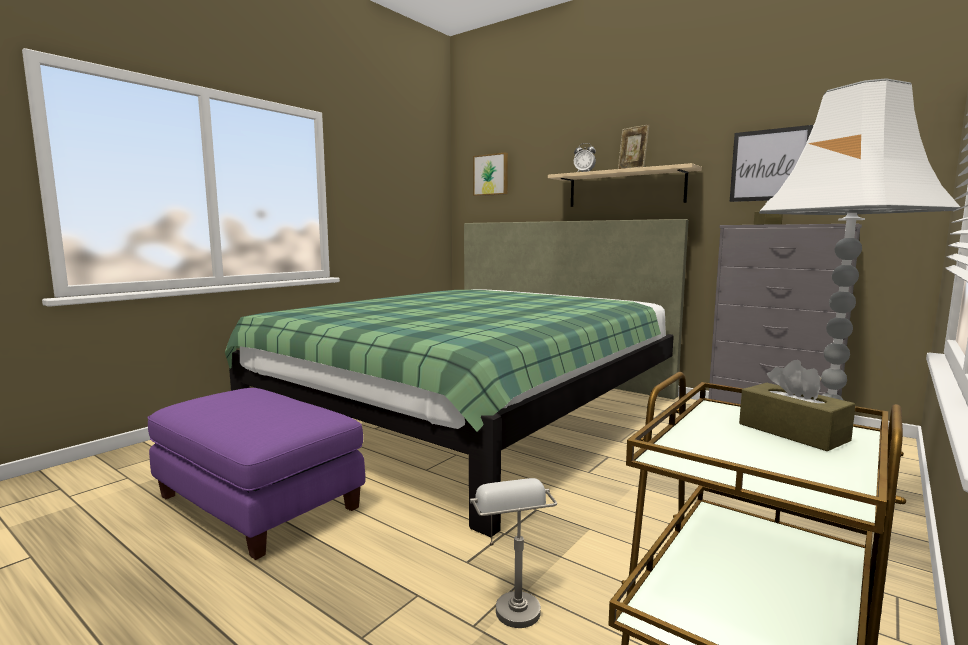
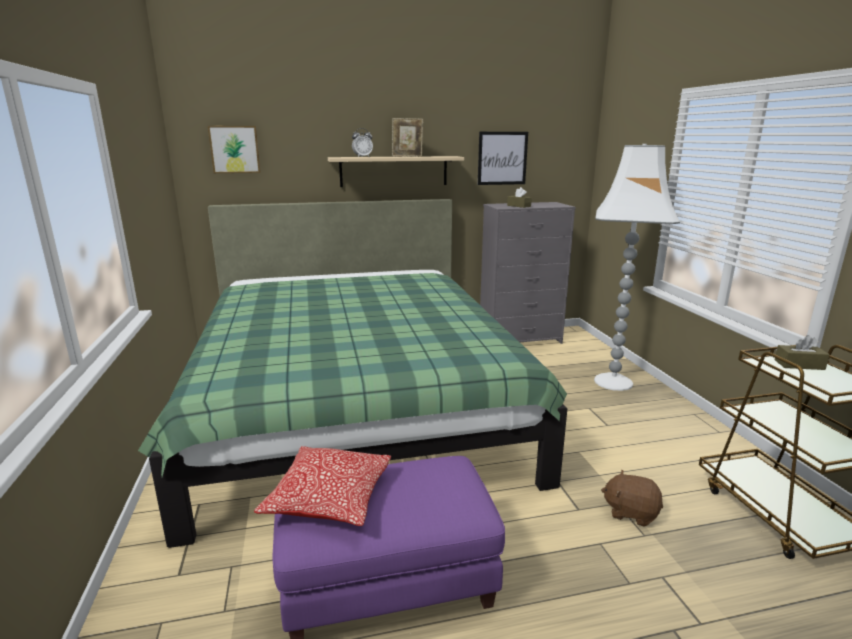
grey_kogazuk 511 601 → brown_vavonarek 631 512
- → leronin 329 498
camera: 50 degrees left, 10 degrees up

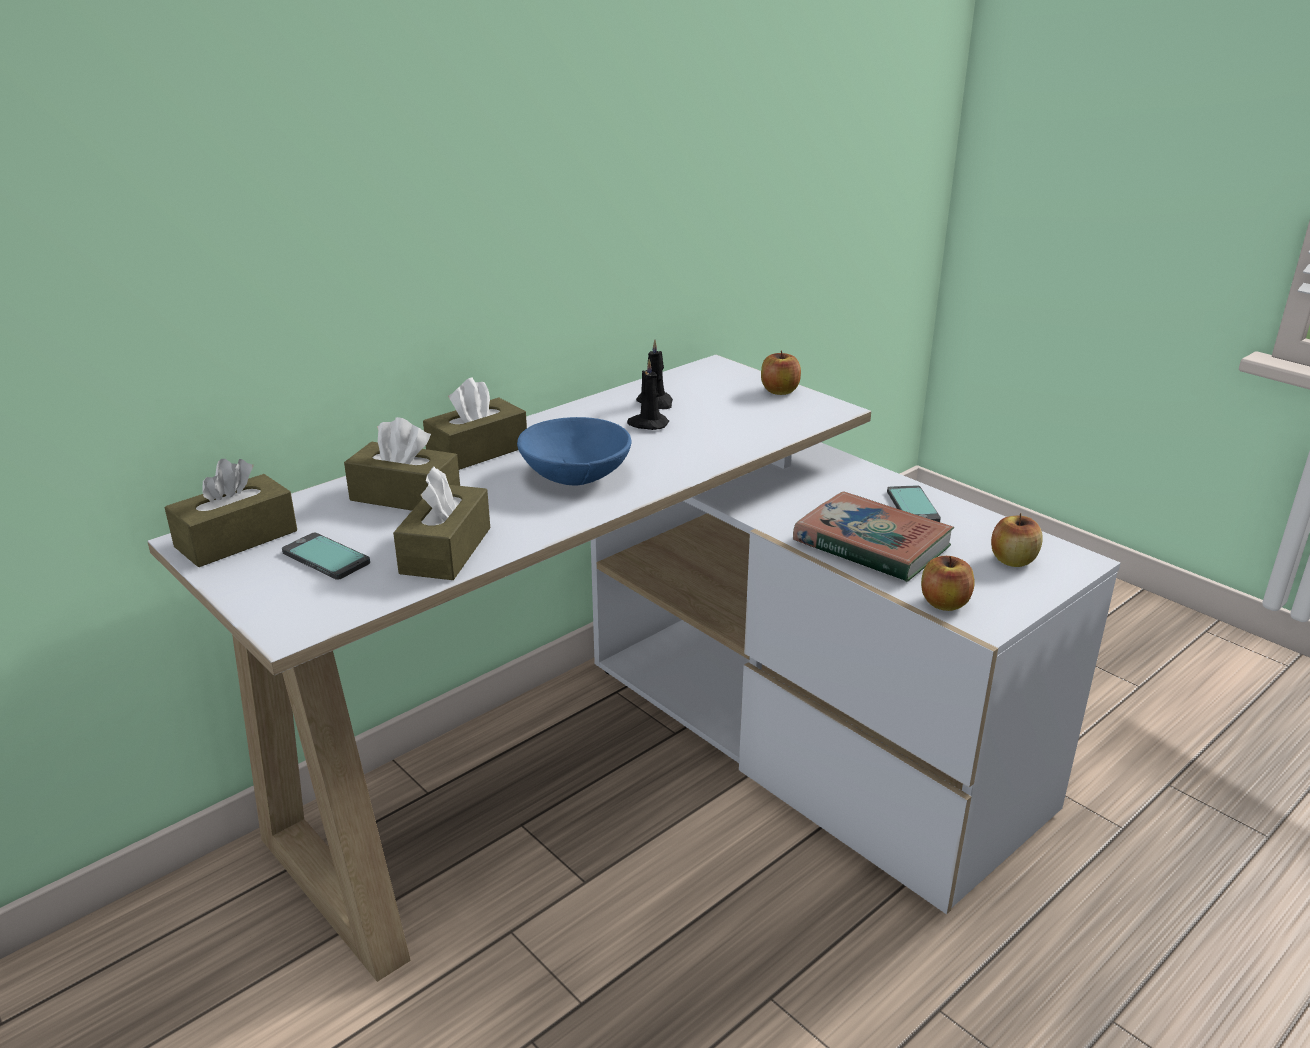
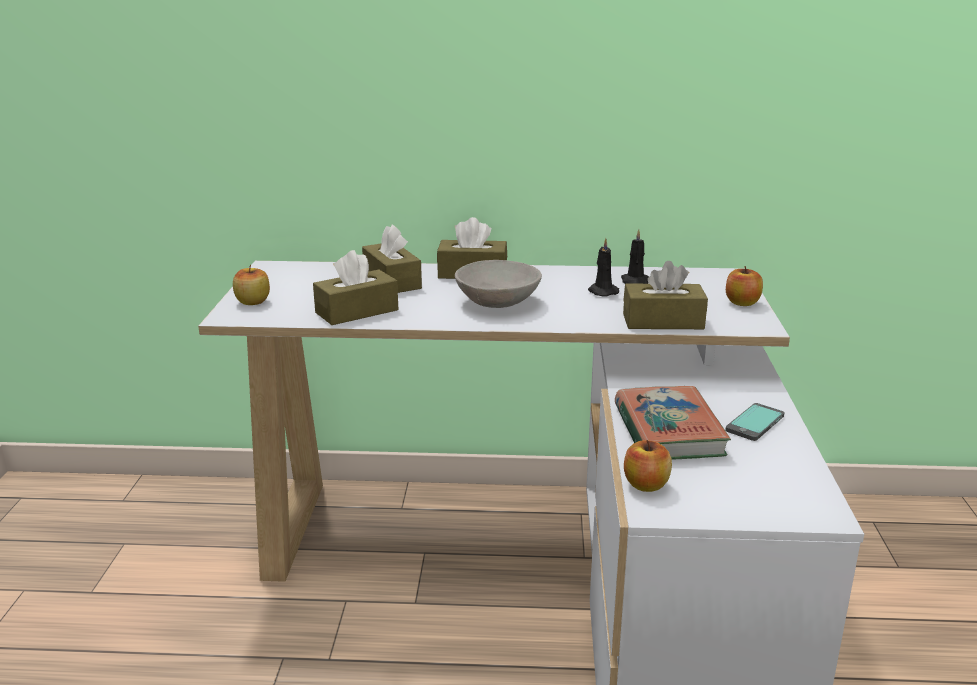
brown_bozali 236 539 → brown_bozali 663 321, moved
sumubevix 325 558 → -
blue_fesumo 575 476 → grey_fesumo 497 302
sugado 1012 560 → sugado 252 302, moved
camera: 45 degrees right, 5 degrees down

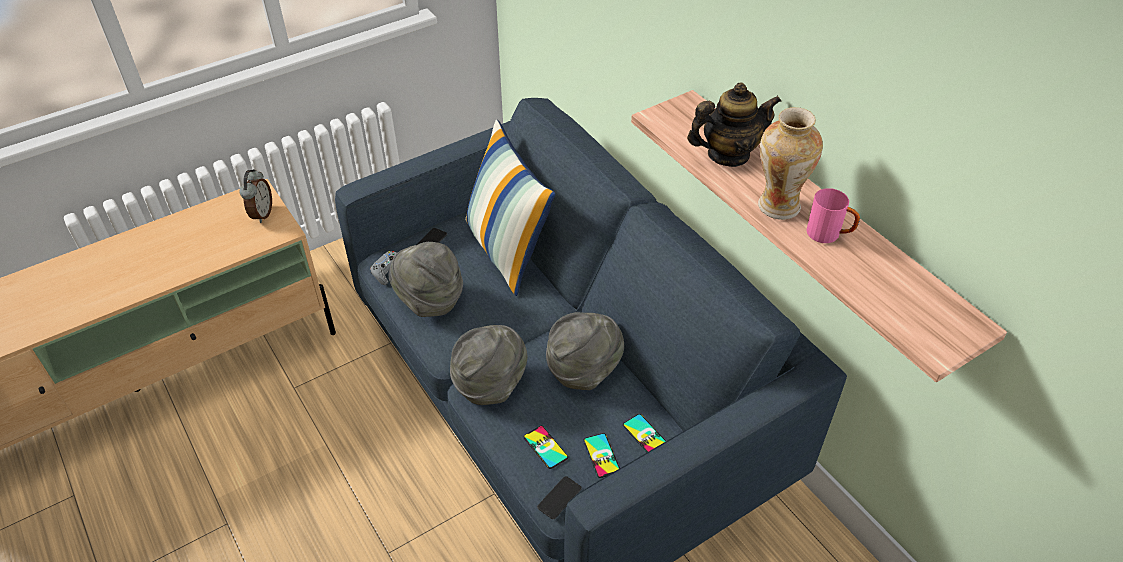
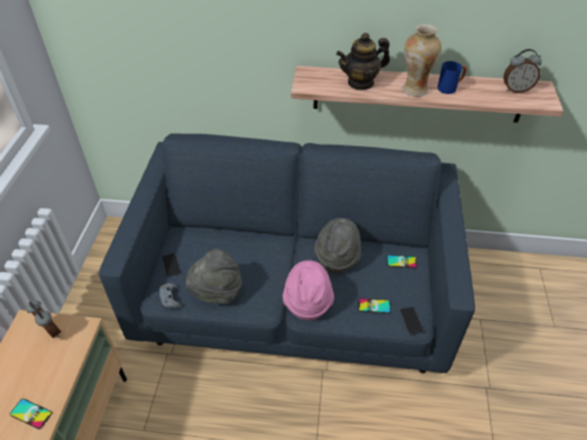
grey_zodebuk 490 383 → pink_zodebuk 307 303
leronin 508 250 → -
sumubevix 601 455 → sumubevix 31 413, moved
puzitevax 728 154 → puzitevax 361 83, 135 degrees counterclockwise
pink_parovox 829 235 → blue_parovox 450 88
- → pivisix 516 89
camera: 50 degrees left, 0 degrees up

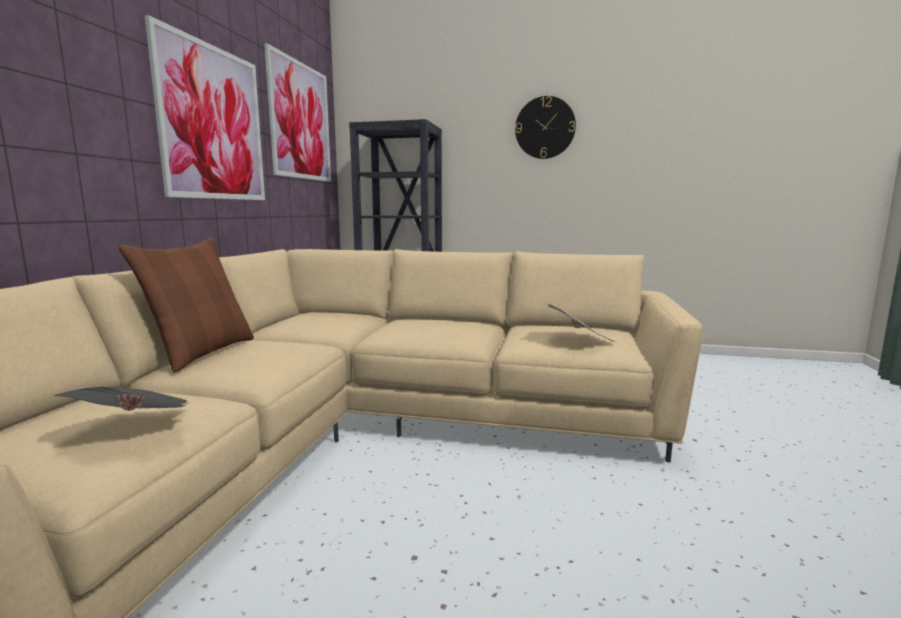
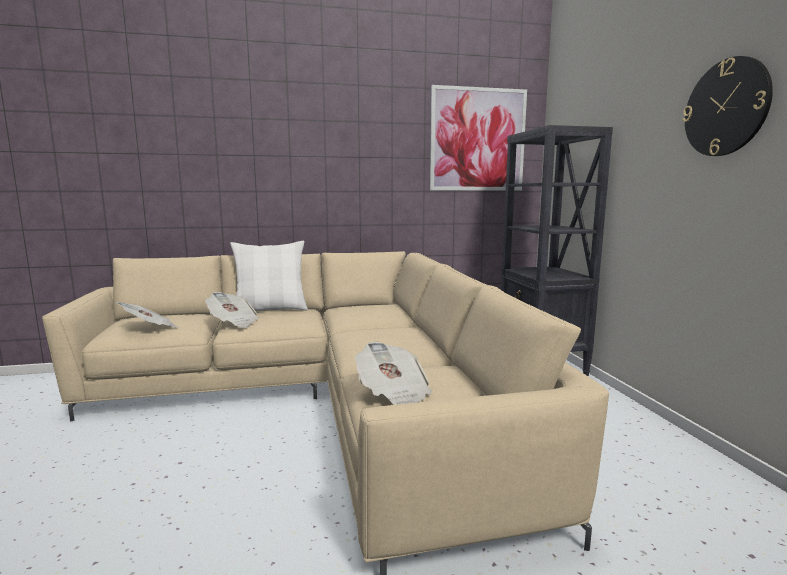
brown_leronin 202 353 → white_leronin 271 309
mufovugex 213 123 → -
- → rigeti 233 323
camera: 65 degrees right, 0 degrees up

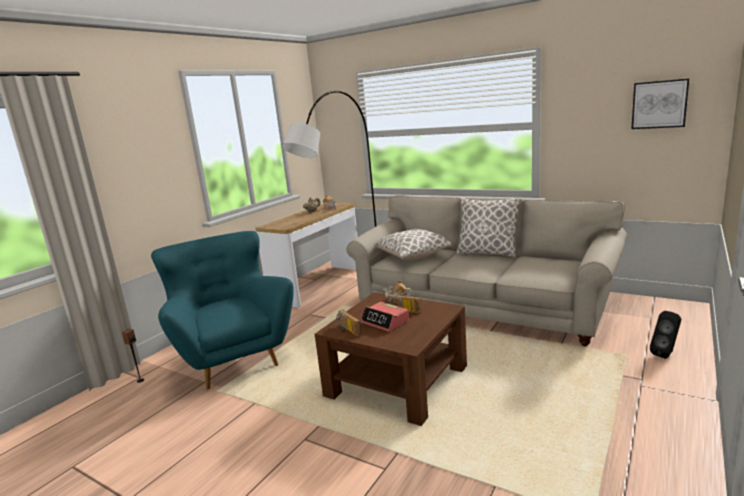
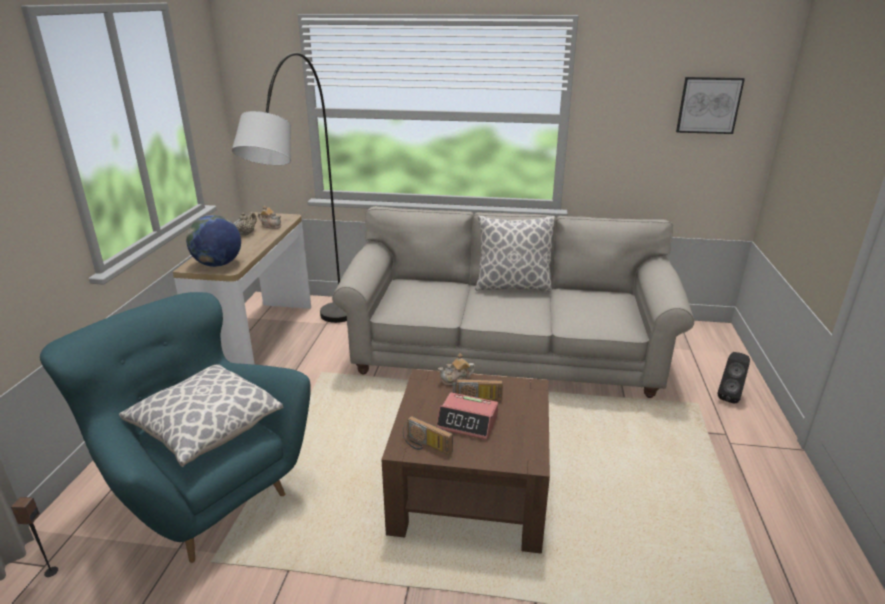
leronin 412 256 → leronin 206 430, moved
- → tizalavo 218 264
camera: 25 degrees left, 10 degrees up

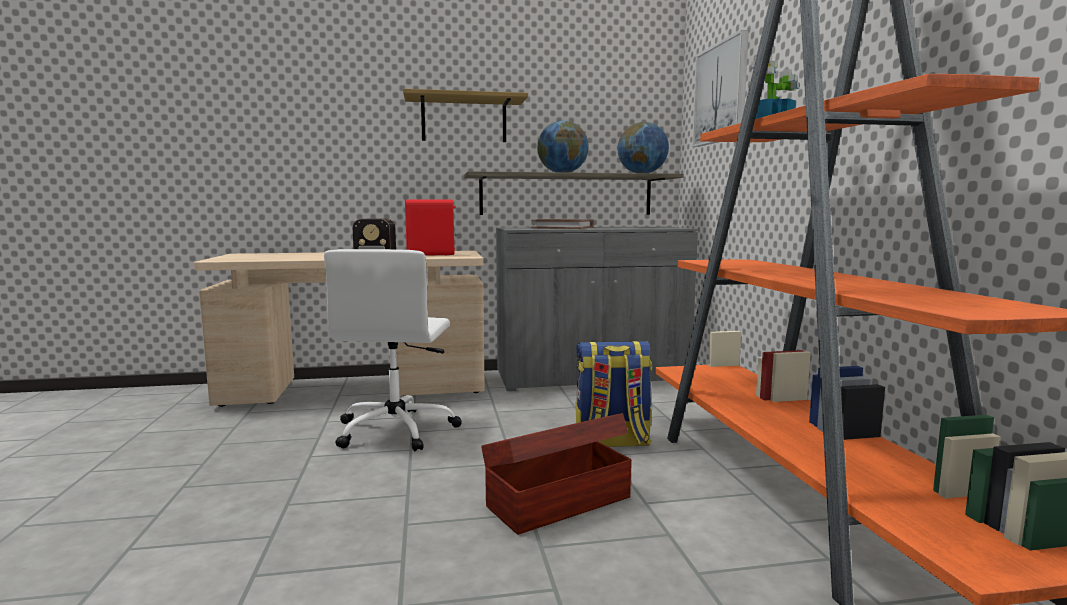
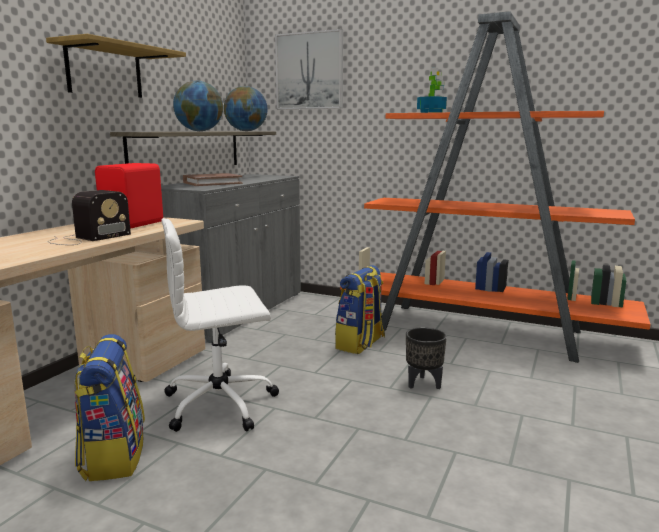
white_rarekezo 397 430 → white_rarekezo 221 403, 120 degrees clockwise
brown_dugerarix 556 501 → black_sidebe 424 384
- → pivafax 113 456
camera: 55 degrees left, 5 degrees up

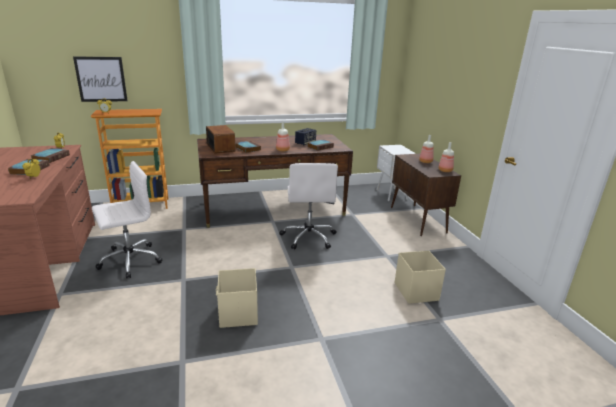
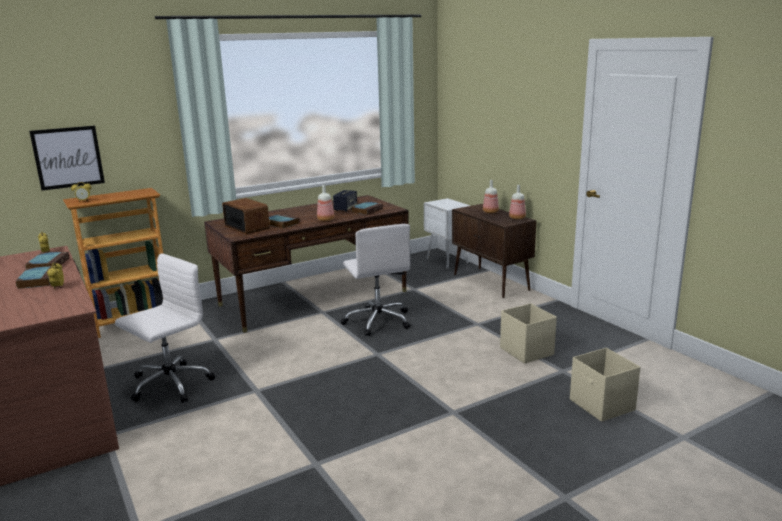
beige_dugerarix 238 314 → beige_dugerarix 602 405, moved
camera: 15 degrees left, 5 degrees down

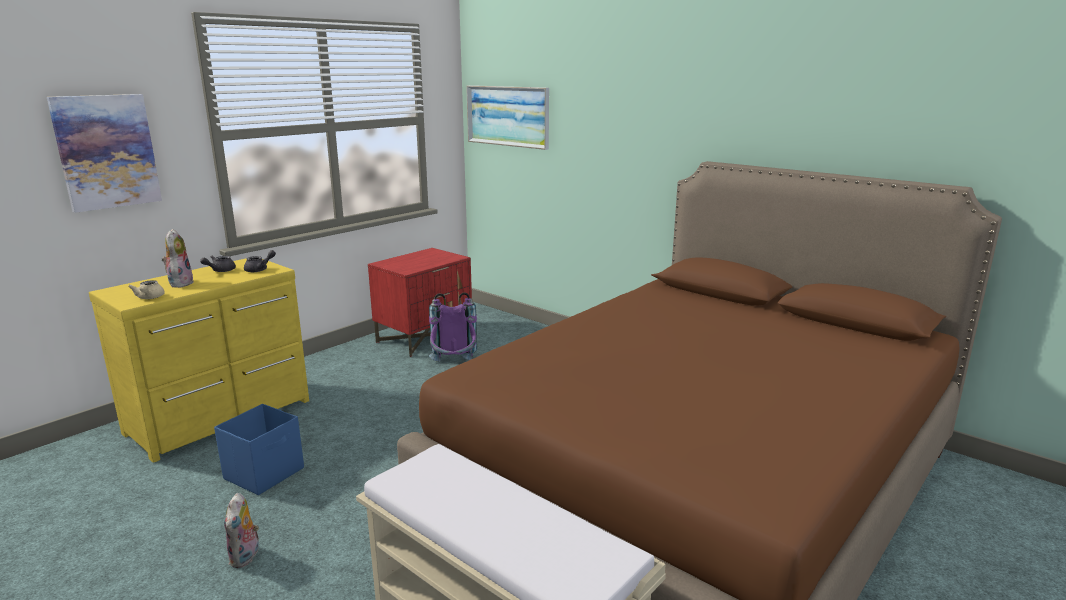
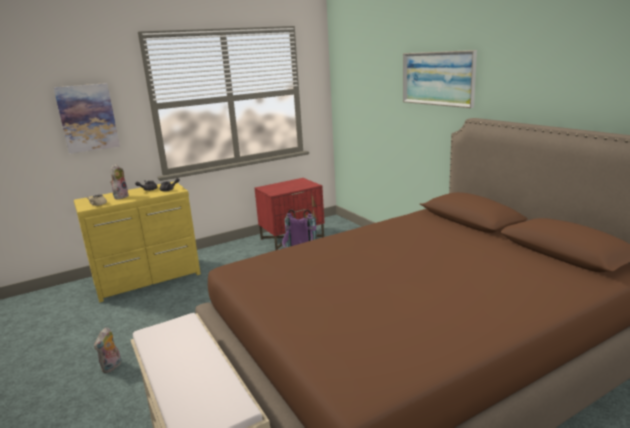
blue_dugerarix 265 473 → -
mufovugex 507 116 → mufovugex 437 78, moved
camera: 20 degrees right, 0 degrees up

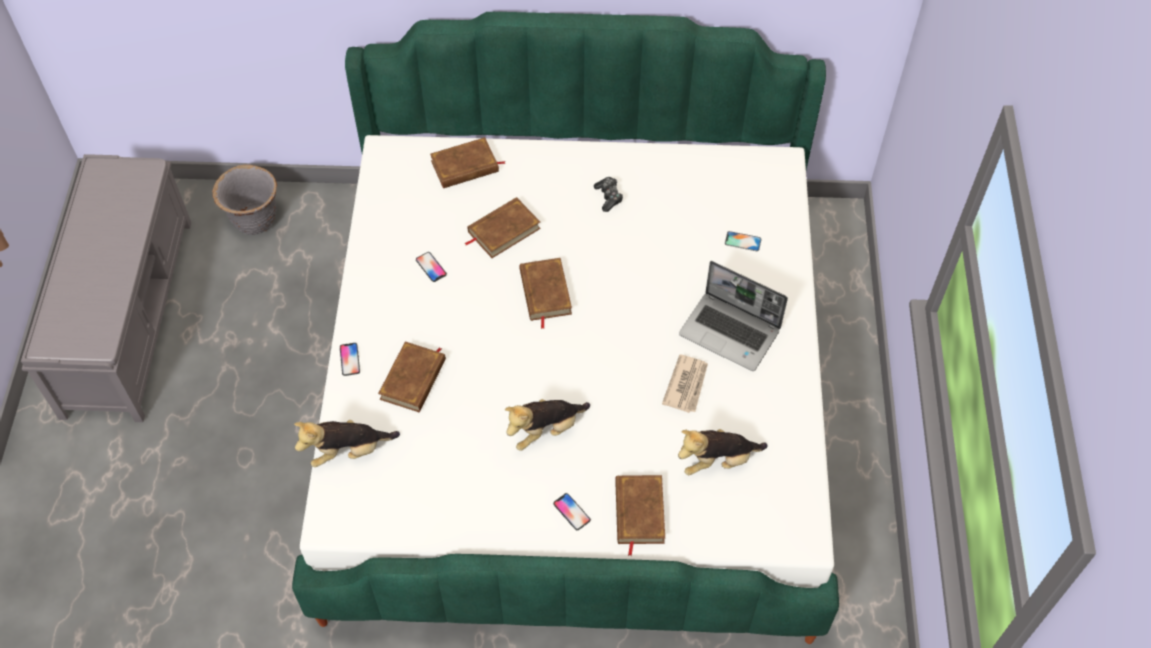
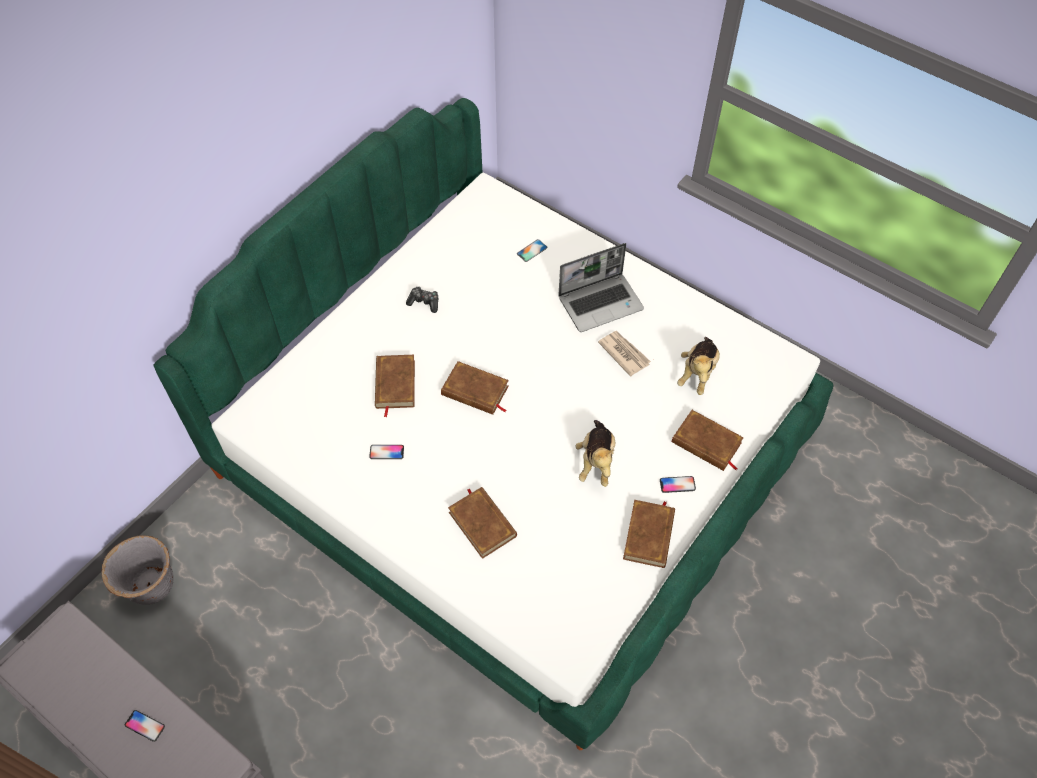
vavonarek 348 451 → -
sumubevix 350 359 → sumubevix 145 726, moved
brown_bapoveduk 465 166 → brown_bapoveduk 649 535, moved
camera: 55 degrees left, 0 degrees up

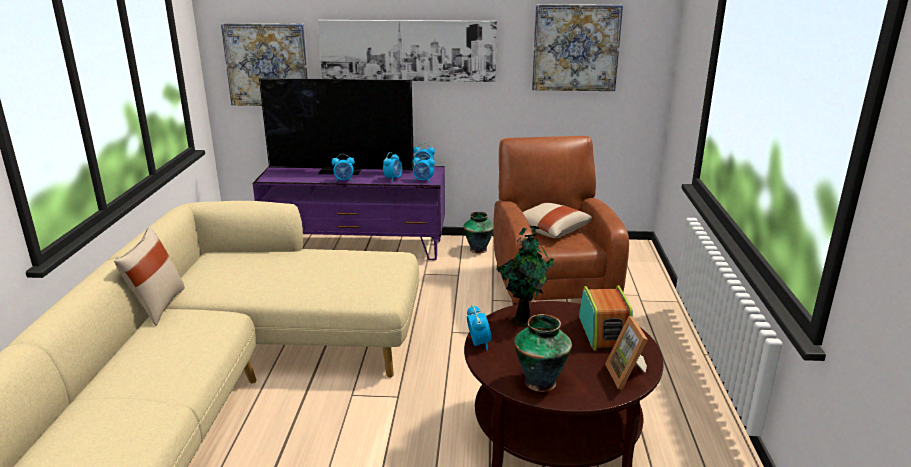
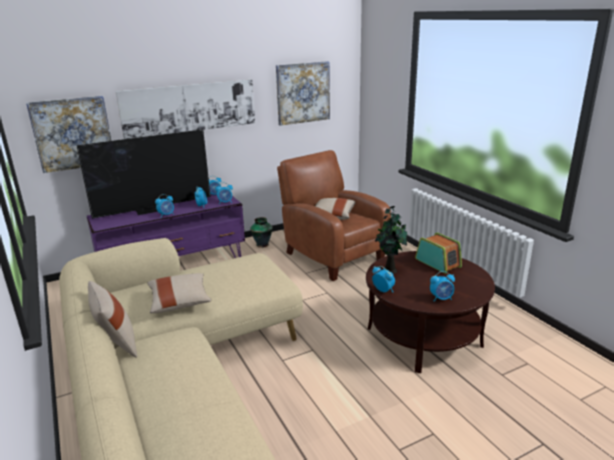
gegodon 541 381 → pivisix 441 298
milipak 628 376 → -
- → beige_leronin 179 302
camera: 30 degrees left, 0 degrees up

